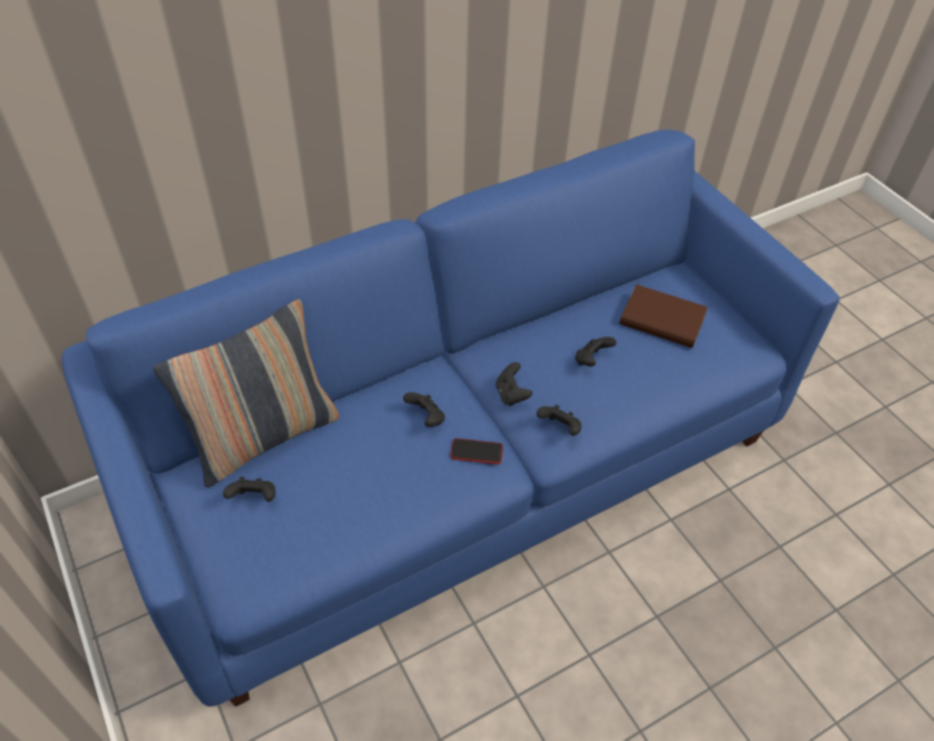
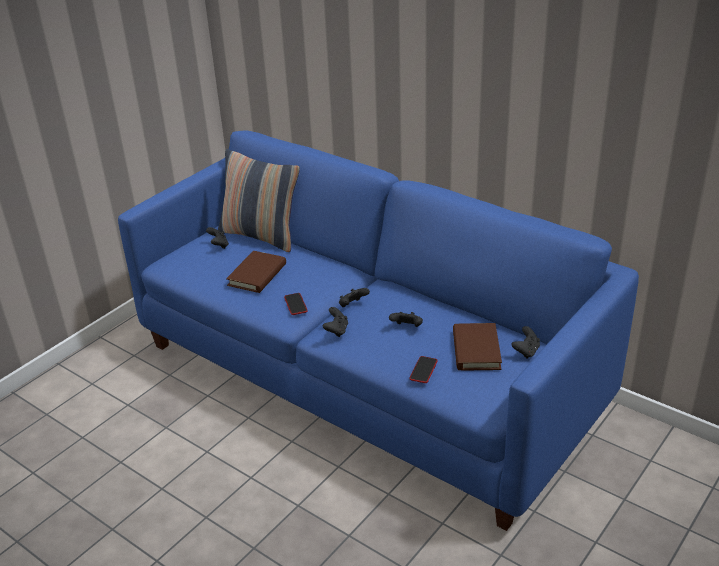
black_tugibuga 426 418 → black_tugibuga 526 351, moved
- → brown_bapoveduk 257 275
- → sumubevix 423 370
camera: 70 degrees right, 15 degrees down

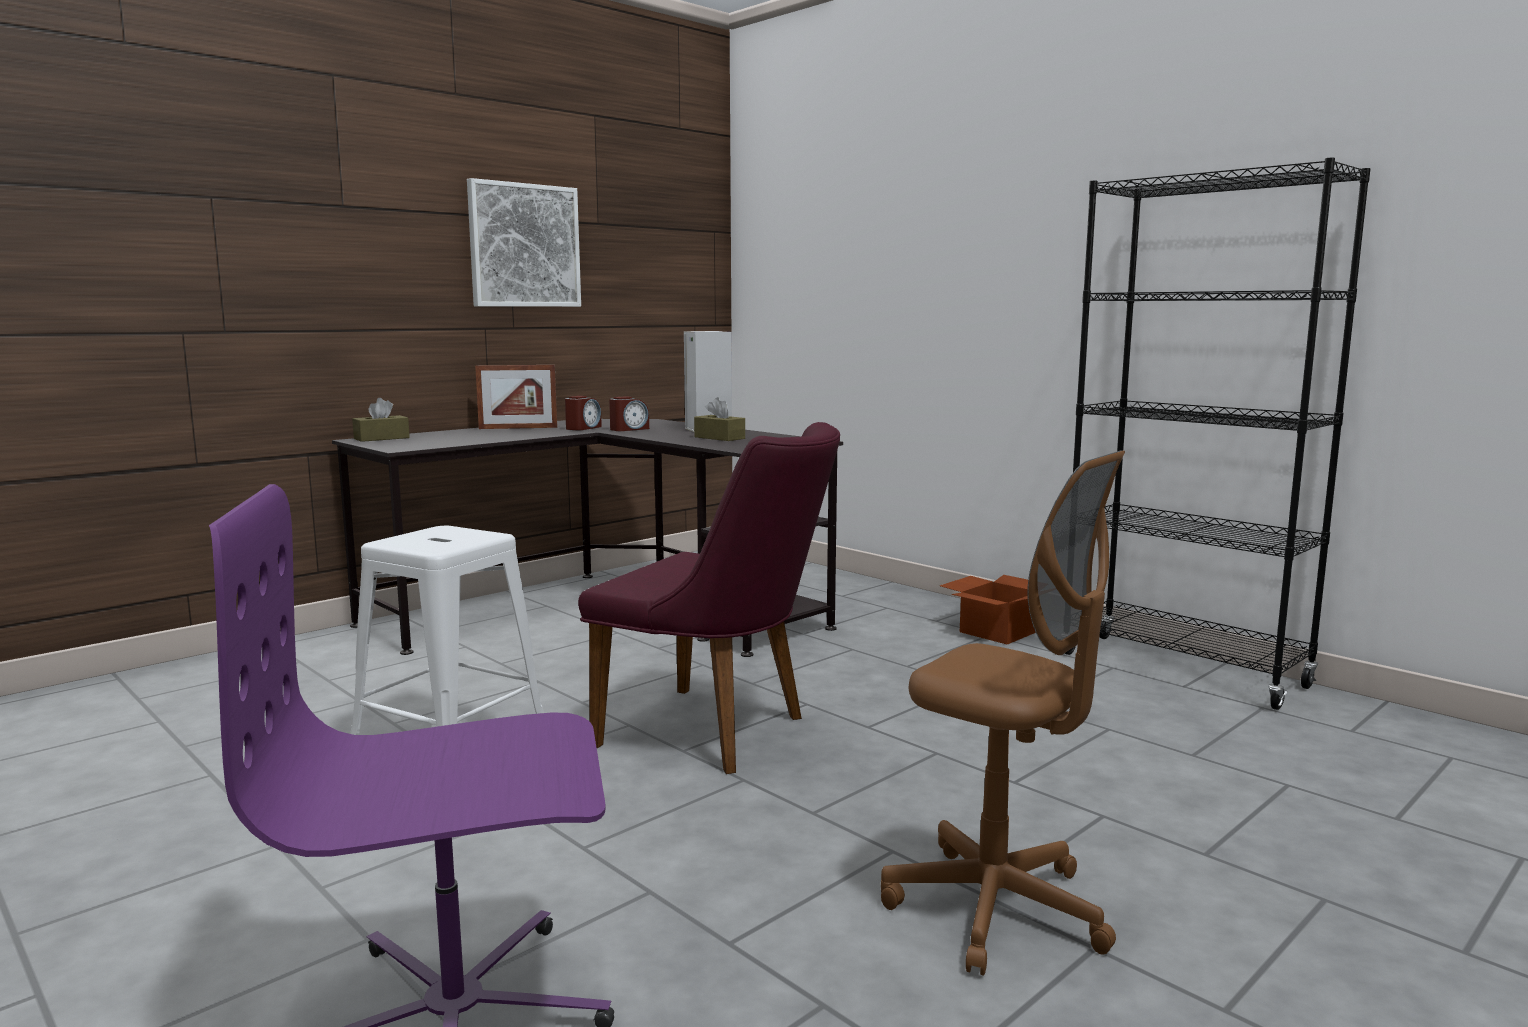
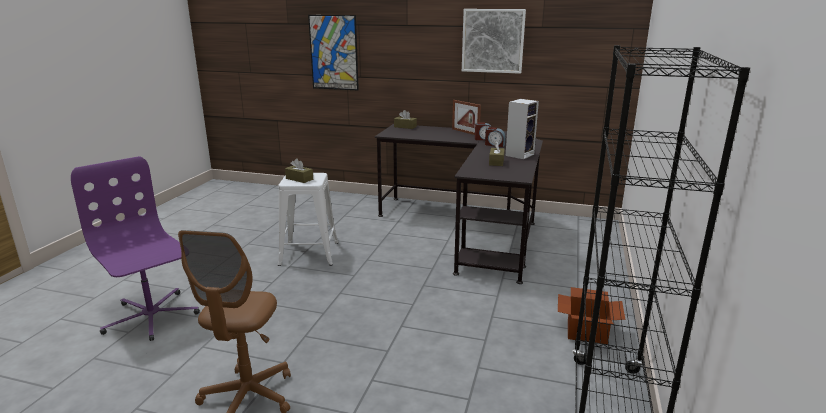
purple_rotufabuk 719 733 → -
- → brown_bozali 299 179
- → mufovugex 334 52
camera: 60 degrees right, 10 degrees up

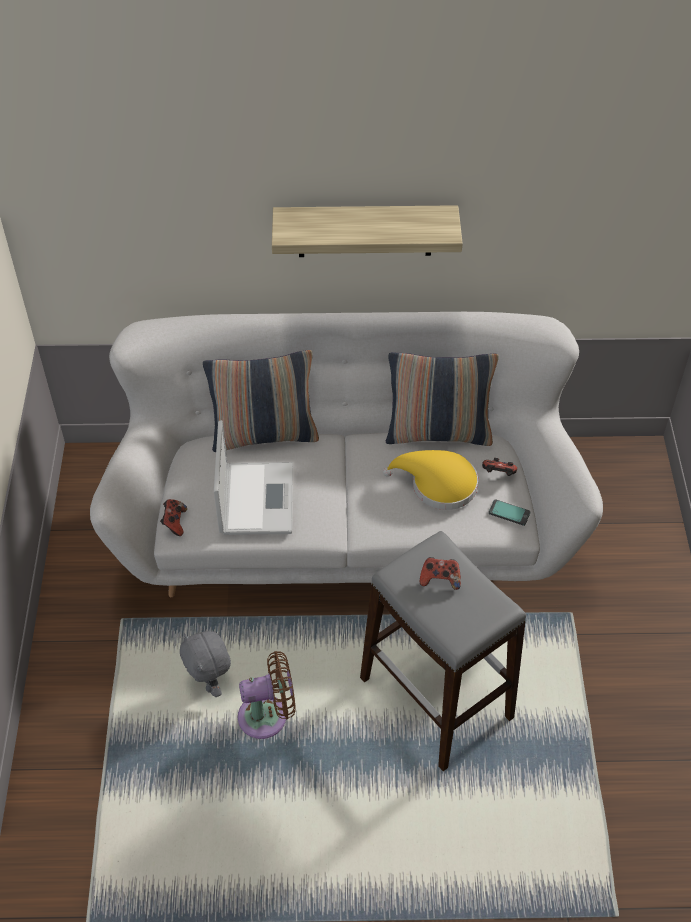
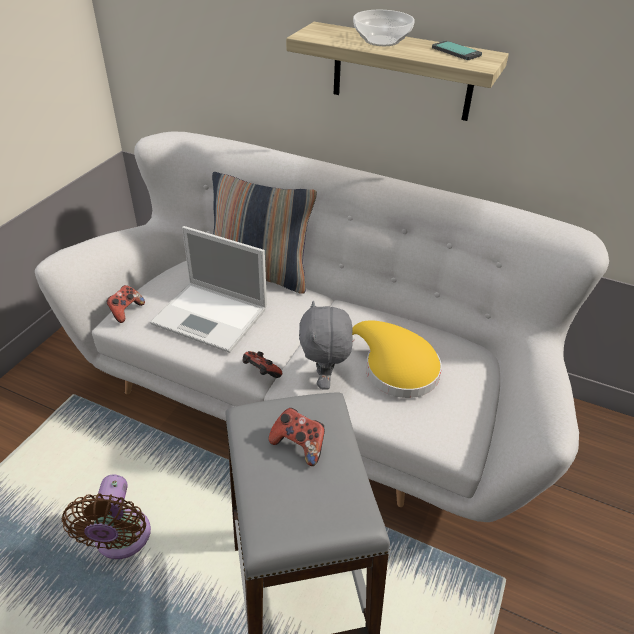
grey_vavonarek 210 683 → grey_vavonarek 324 380, moved
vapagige 256 497 → vapagige 212 316, 90 degrees clockwise
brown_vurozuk 268 716 → brown_vurozuk 121 540, 75 degrees clockwise
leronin 438 432 → -
tugibuga 498 474 → tugibuga 261 373, moved
sumubevix 509 513 → sumubevix 456 51, moved
- → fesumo 381 41
camera: 25 degrees right, 10 degrees down

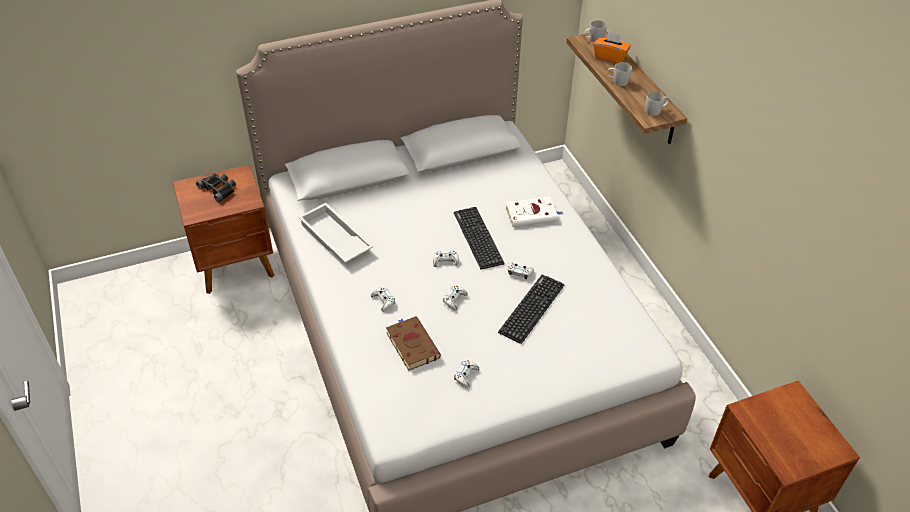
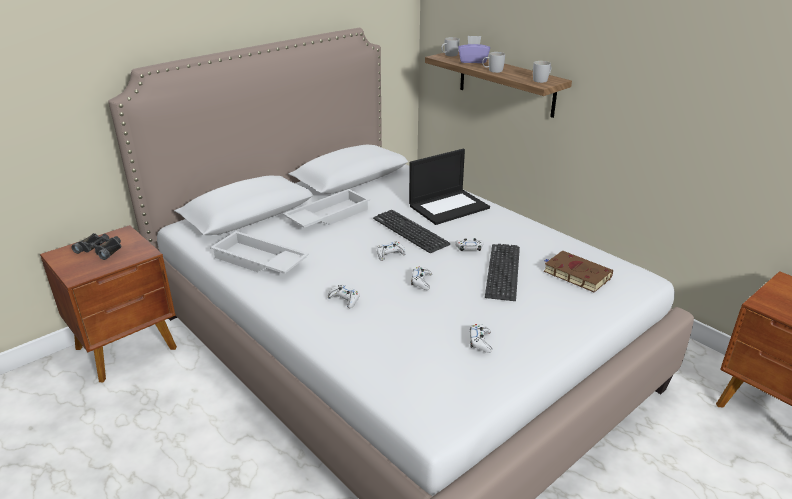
brown_bapoveduk 411 344 → brown_bapoveduk 575 274, moved
white_bapoveduk 532 214 → vapagige 449 206
orange_bozali 610 57 → purple_bozali 472 61
- → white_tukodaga 327 215
camera: 20 degrees left, 15 degrees down

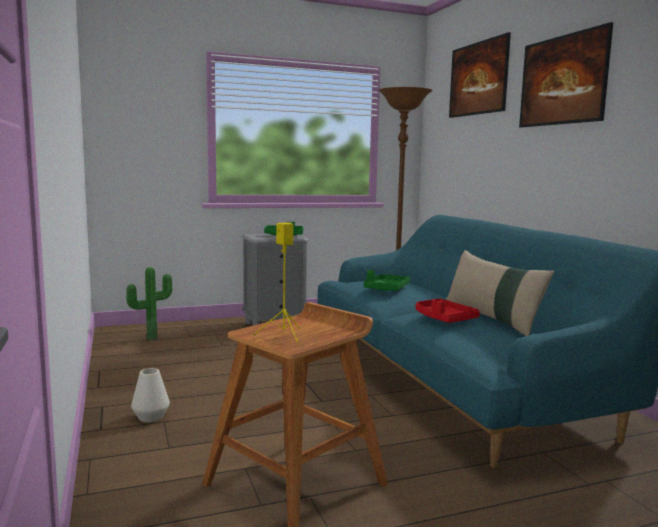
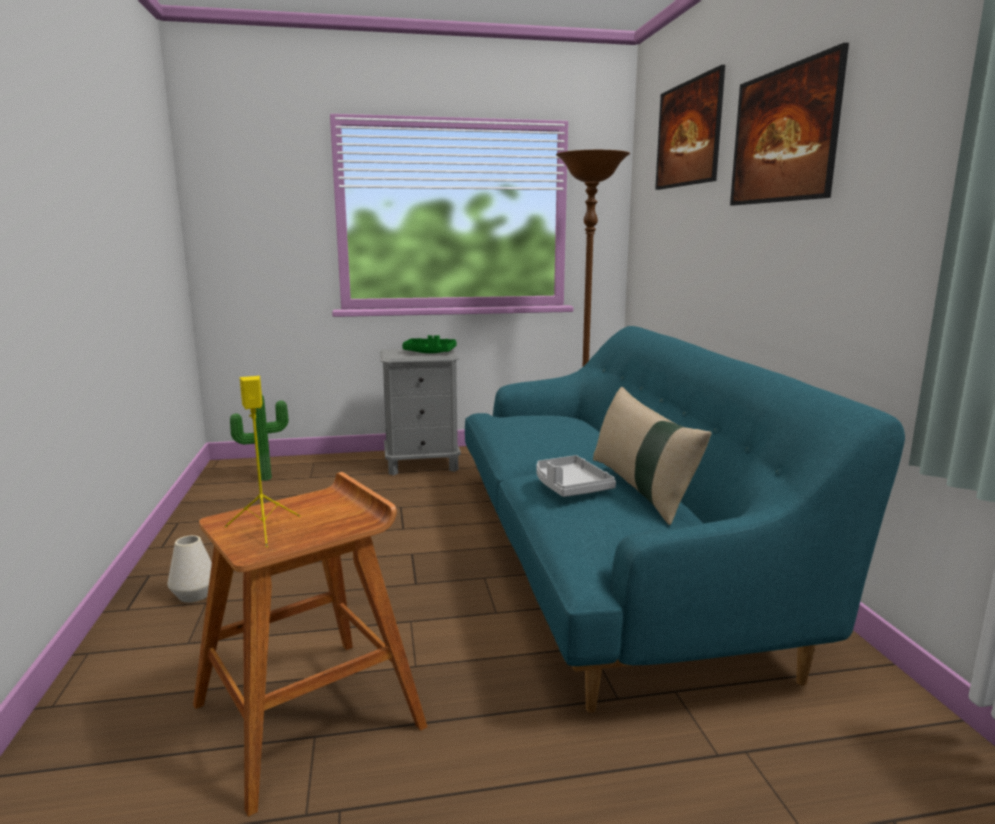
green_tukodaga 386 289 → -
red_tukodaga 443 319 → grey_tukodaga 570 487
camera: 10 degrees right, 5 degrees up

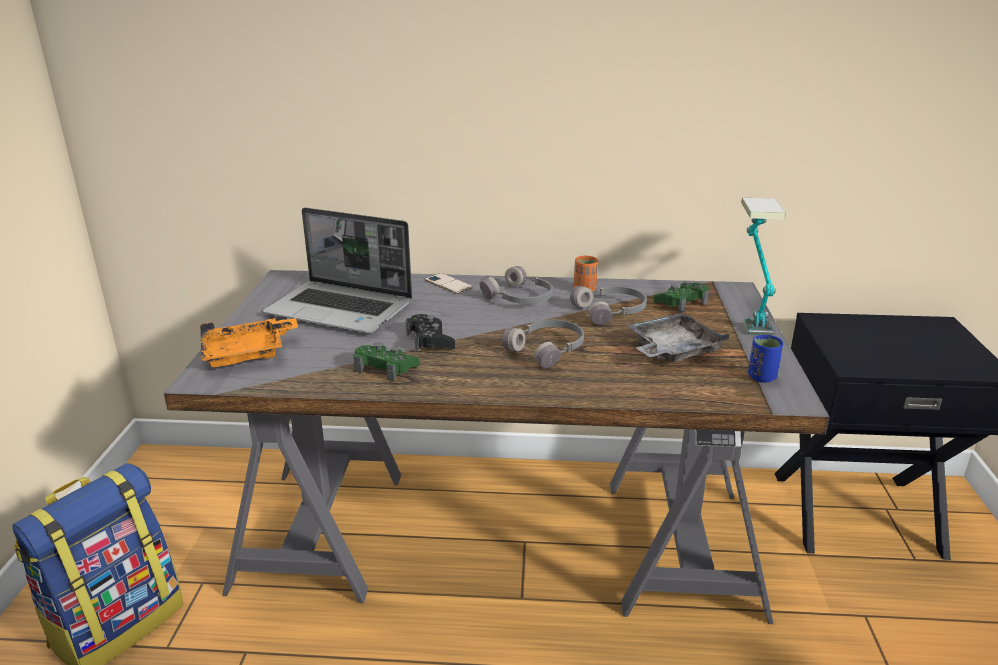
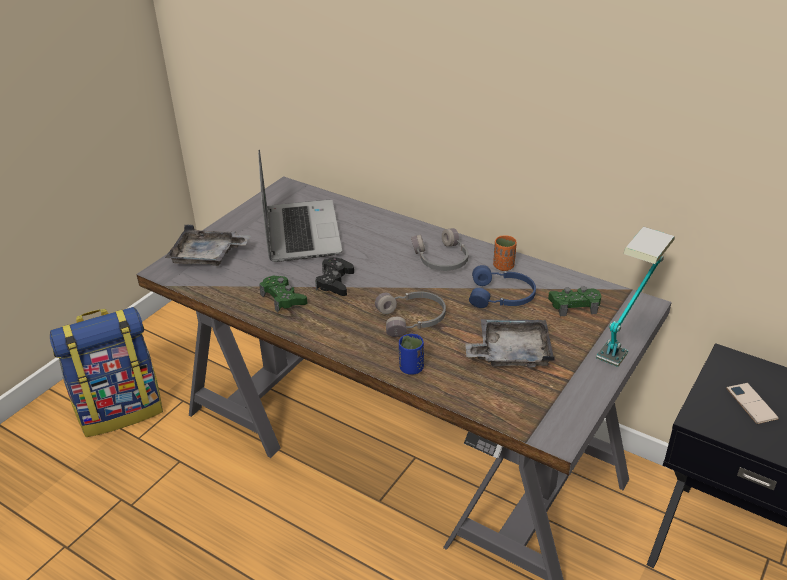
orange_tukodaga 248 354 → grey_tukodaga 207 256
vapagige 342 309 → vapagige 300 232, 150 degrees counterclockwise
sumubevix 448 284 → sumubevix 751 403, moved
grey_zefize 611 312 → blue_zefize 502 297
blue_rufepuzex 761 377 → blue_rufepuzex 411 368, moved
camera: 30 degrees right, 10 degrees up

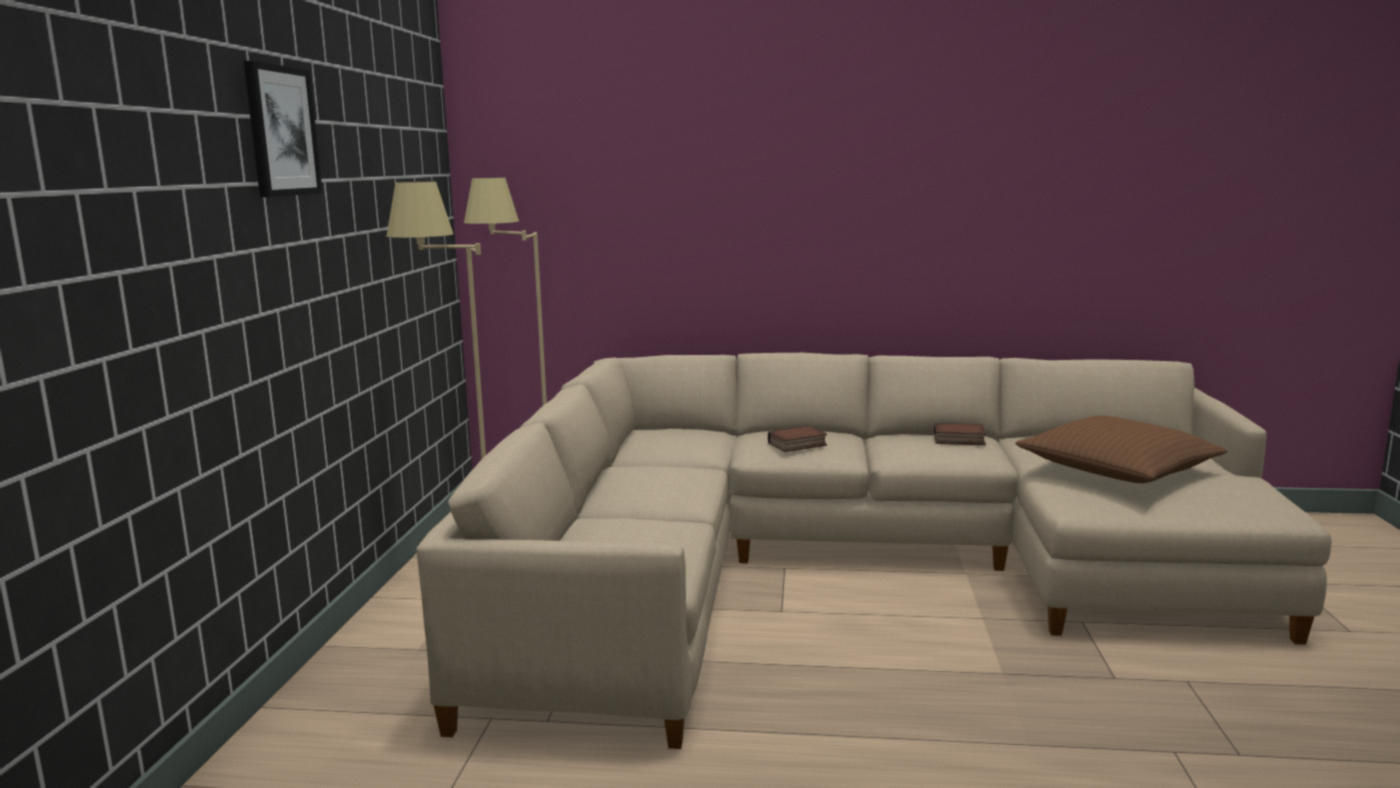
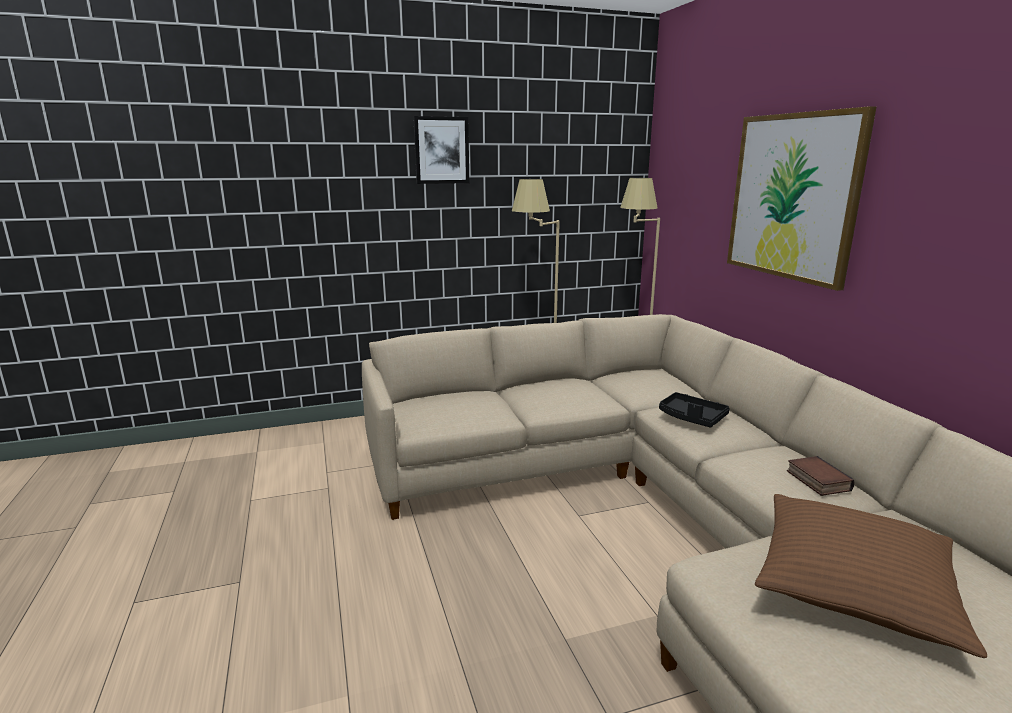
bapoveduk 797 445 → black_tukodaga 691 418
- → mufovugex 793 197
camera: 65 degrees right, 5 degrees up

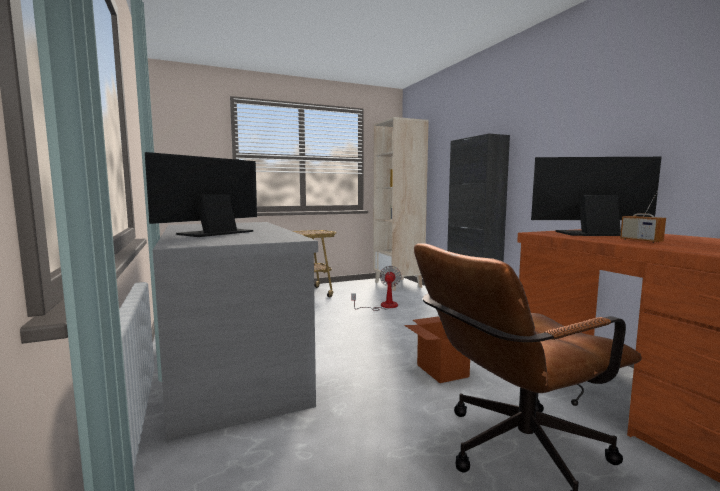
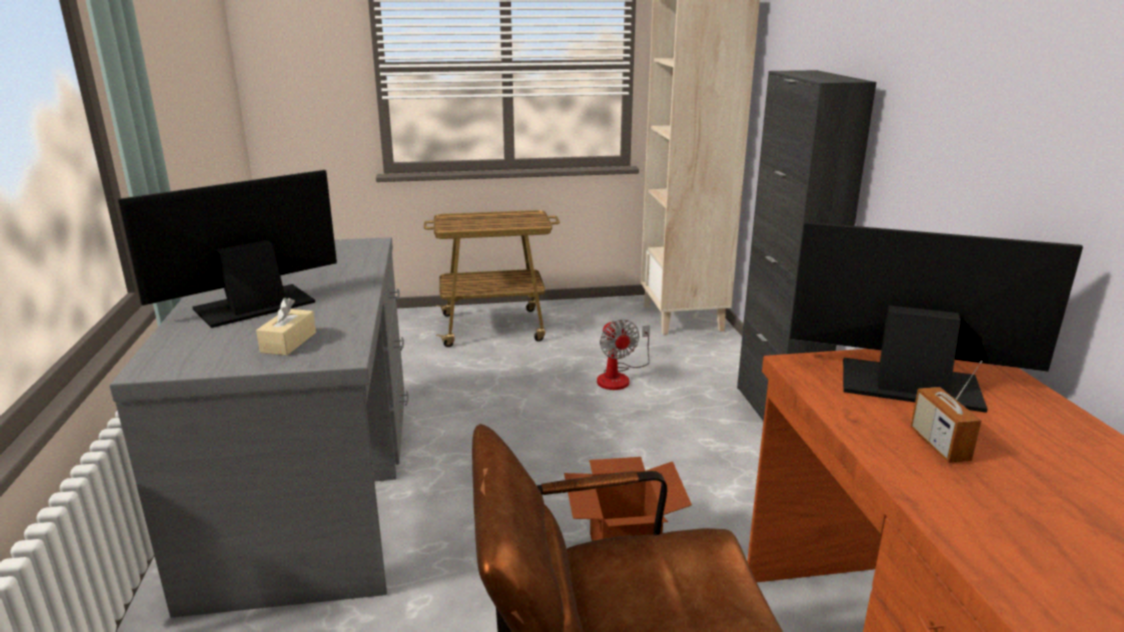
vurozuk 383 306 → vurozuk 619 377, 135 degrees clockwise
- → beige_bozali 288 342
camera: 15 degrees right, 15 degrees up

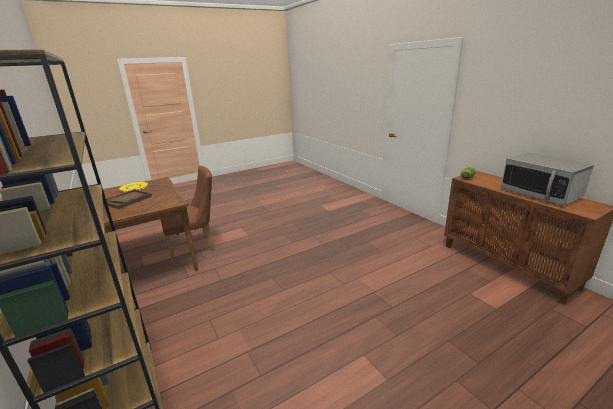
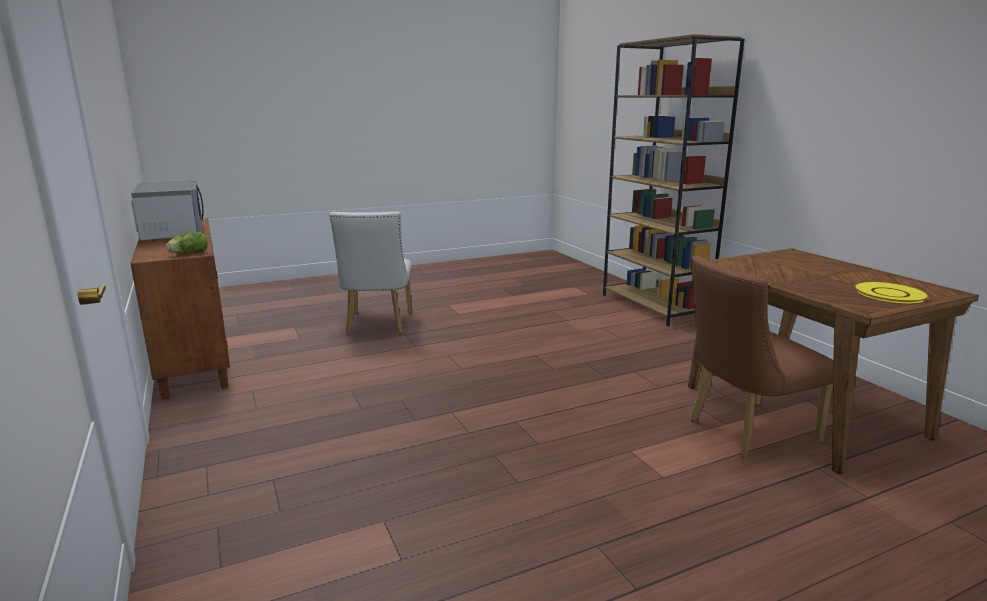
brown_tukodaga 127 200 → -
- → white_rotufabuk 377 325
camera: 175 degrees left, 5 degrees down

